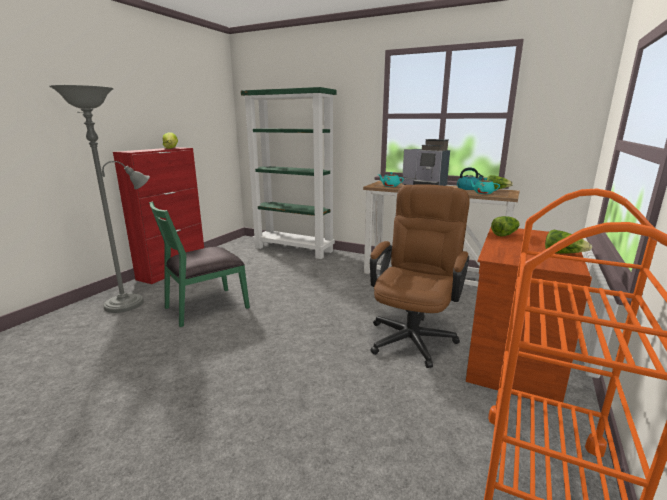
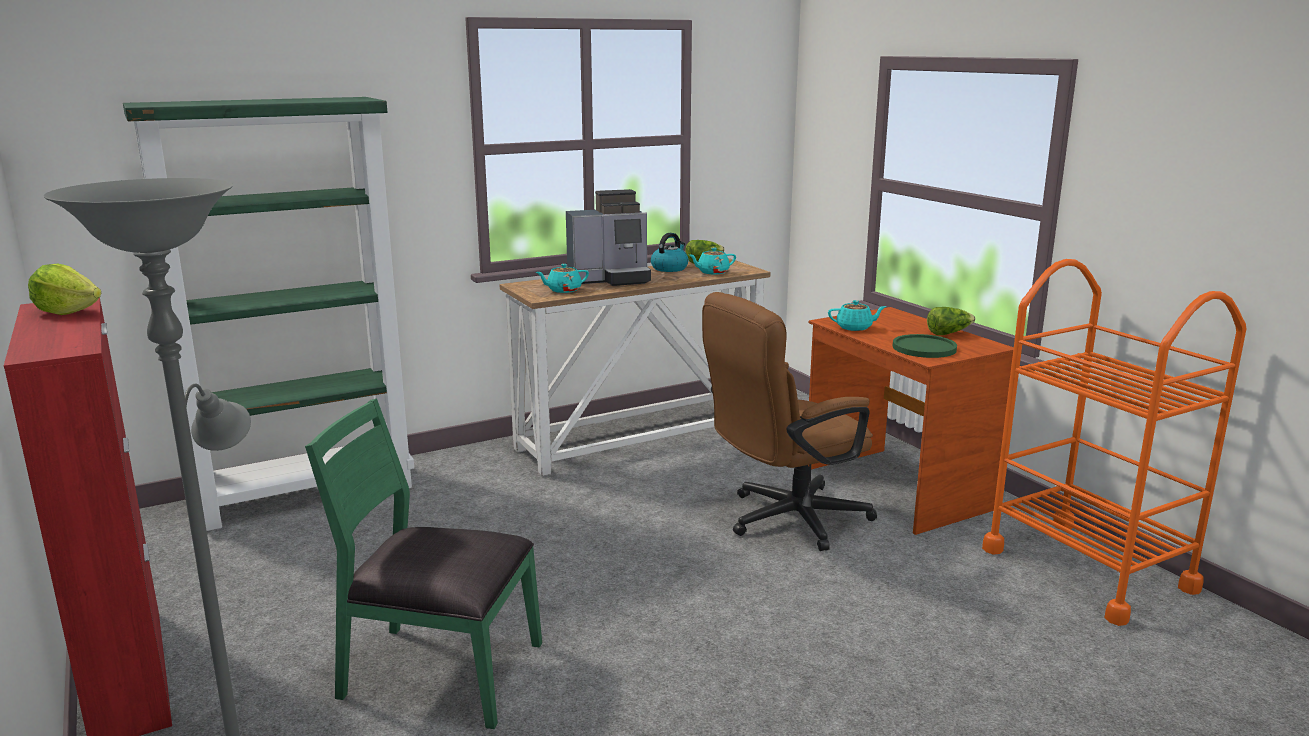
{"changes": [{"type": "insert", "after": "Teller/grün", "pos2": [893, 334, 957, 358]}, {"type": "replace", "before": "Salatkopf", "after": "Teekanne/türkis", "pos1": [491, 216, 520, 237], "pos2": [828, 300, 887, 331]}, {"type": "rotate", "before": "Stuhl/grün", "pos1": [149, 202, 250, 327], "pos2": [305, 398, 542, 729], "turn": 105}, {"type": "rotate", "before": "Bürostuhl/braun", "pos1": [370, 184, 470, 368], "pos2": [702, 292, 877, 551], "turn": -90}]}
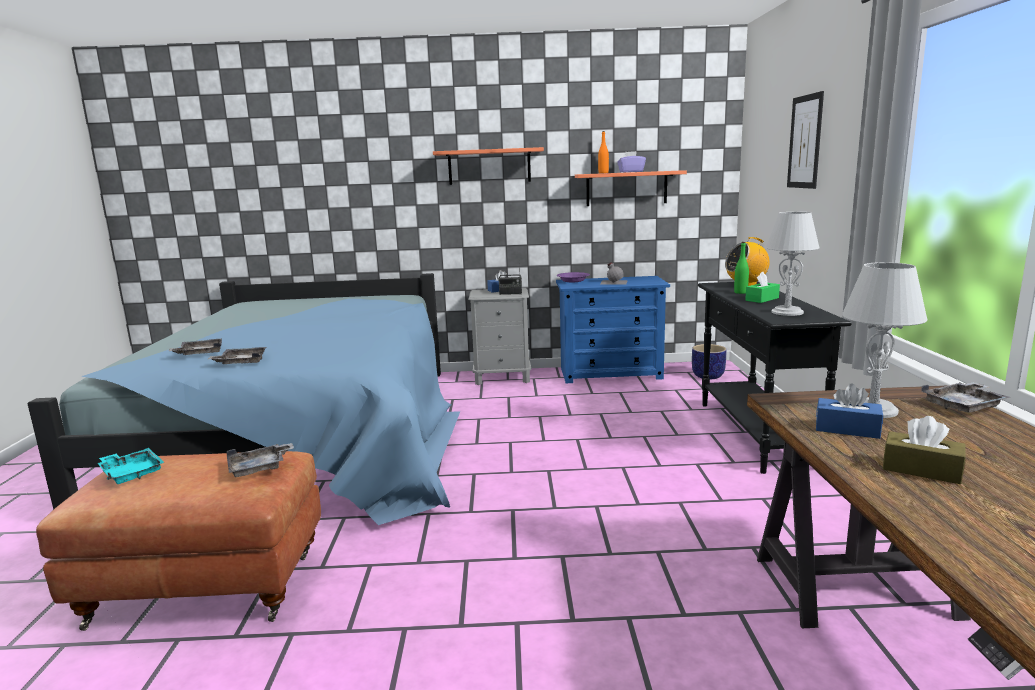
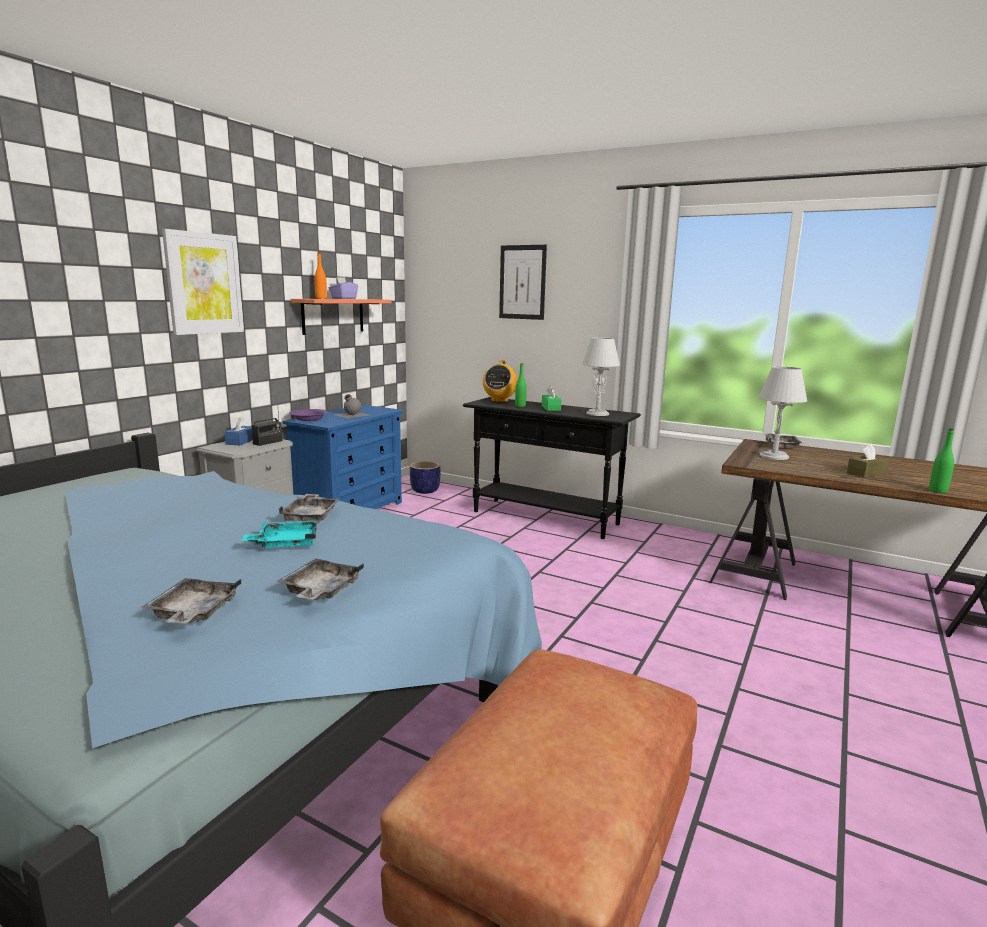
{"changes": [{"type": "delete", "before": "Taschentuchbox/blau", "pos1": [816, 383, 883, 439]}, {"type": "insert", "after": "Flasche/grün", "pos2": [929, 429, 954, 493]}, {"type": "move", "before": "Tablett/türkis", "pos1": [98, 448, 165, 484], "pos2": [242, 520, 317, 548]}, {"type": "move", "before": "Tablett/grau", "pos1": [227, 443, 294, 477], "pos2": [279, 494, 339, 521]}, {"type": "replace", "before": "Wandregal", "after": "Bild", "pos1": [433, 147, 544, 185], "pos2": [162, 229, 244, 335]}]}
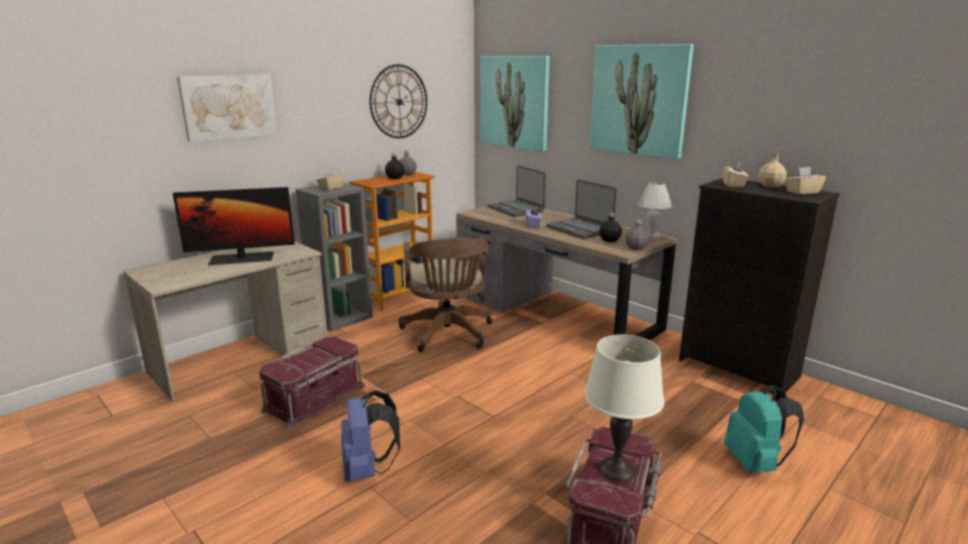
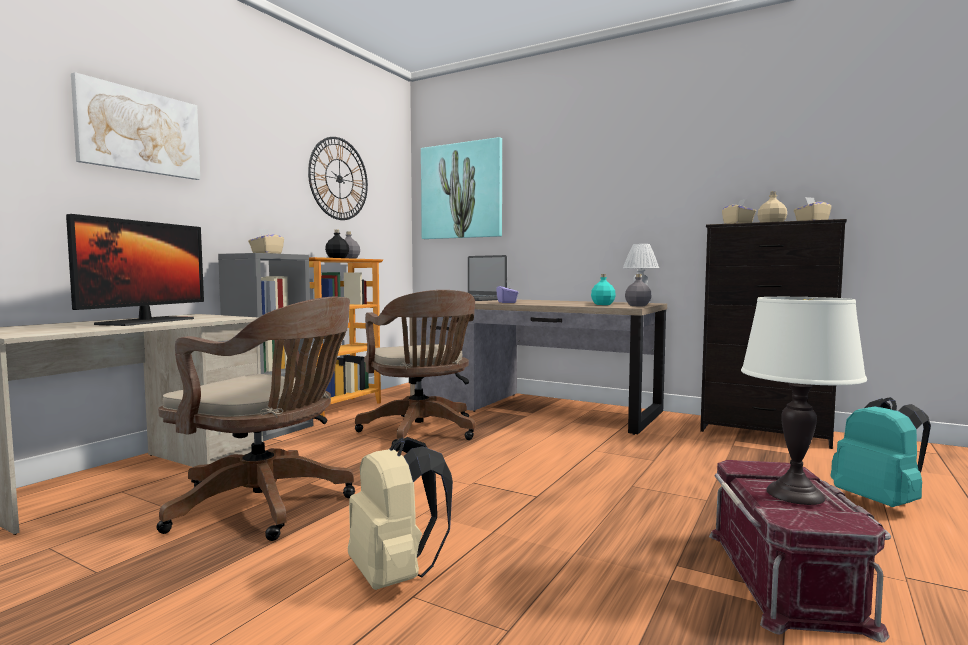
{"changes": [{"type": "delete", "before": "Laptop", "pos1": [546, 179, 617, 239]}, {"type": "delete", "before": "Bild", "pos1": [590, 44, 694, 159]}, {"type": "replace", "before": "Aufbewahrungsbox/rot", "after": "Bürostuhl/braun", "pos1": [259, 337, 365, 428], "pos2": [157, 297, 355, 541]}, {"type": "recolor", "before": "Rucksack/blau", "after": "Rucksack/beige", "pos1": [341, 390, 400, 482], "pos2": [348, 437, 453, 590]}, {"type": "recolor", "before": "Flasche/schwarz", "after": "Flasche/türkis", "pos1": [599, 213, 622, 242], "pos2": [591, 274, 616, 305]}, {"type": "rotate", "before": "Monitor", "pos1": [173, 187, 295, 265], "pos2": [66, 214, 204, 326], "turn": -45}]}
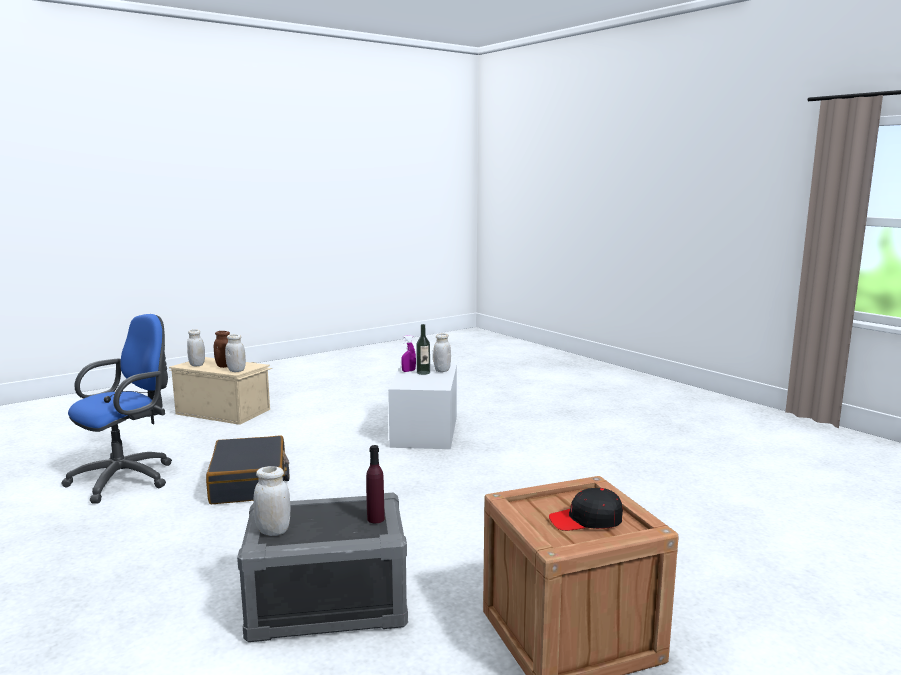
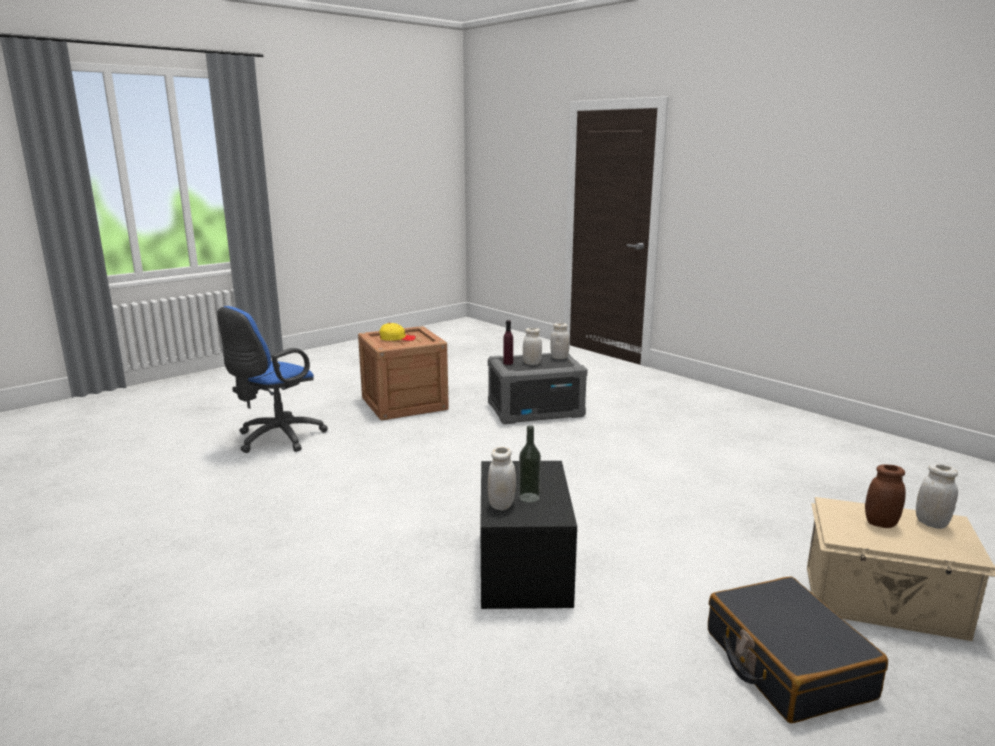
{"changes": [{"type": "delete", "before": "Sprühflasche/lila", "pos1": [401, 335, 416, 372]}, {"type": "move", "before": "Bürostuhl/blau", "pos1": [61, 314, 172, 504], "pos2": [217, 306, 328, 453]}, {"type": "move", "before": "Koffer/schwarz", "pos1": [206, 435, 289, 504], "pos2": [708, 576, 888, 724]}, {"type": "move", "before": "Vorratsglas/weiß", "pos1": [225, 334, 246, 372], "pos2": [523, 328, 542, 365]}, {"type": "recolor", "before": "Aufbewahrungsbox/weiß", "after": "Aufbewahrungsbox/schwarz", "pos1": [388, 364, 457, 449], "pos2": [480, 461, 577, 609]}, {"type": "recolor", "before": "Kappe/schwarz", "after": "Kappe/gelb", "pos1": [549, 488, 623, 531], "pos2": [379, 323, 416, 341]}]}
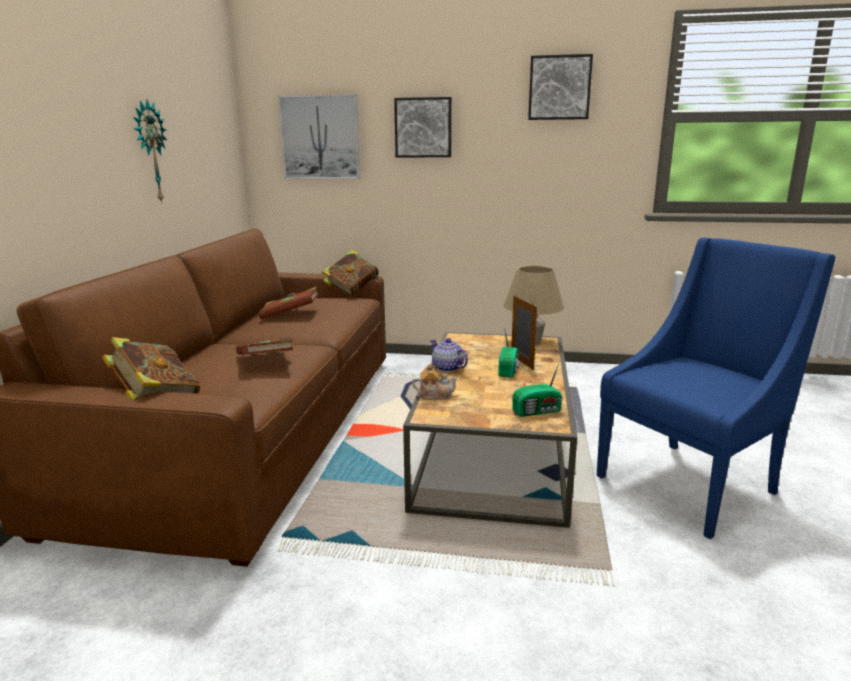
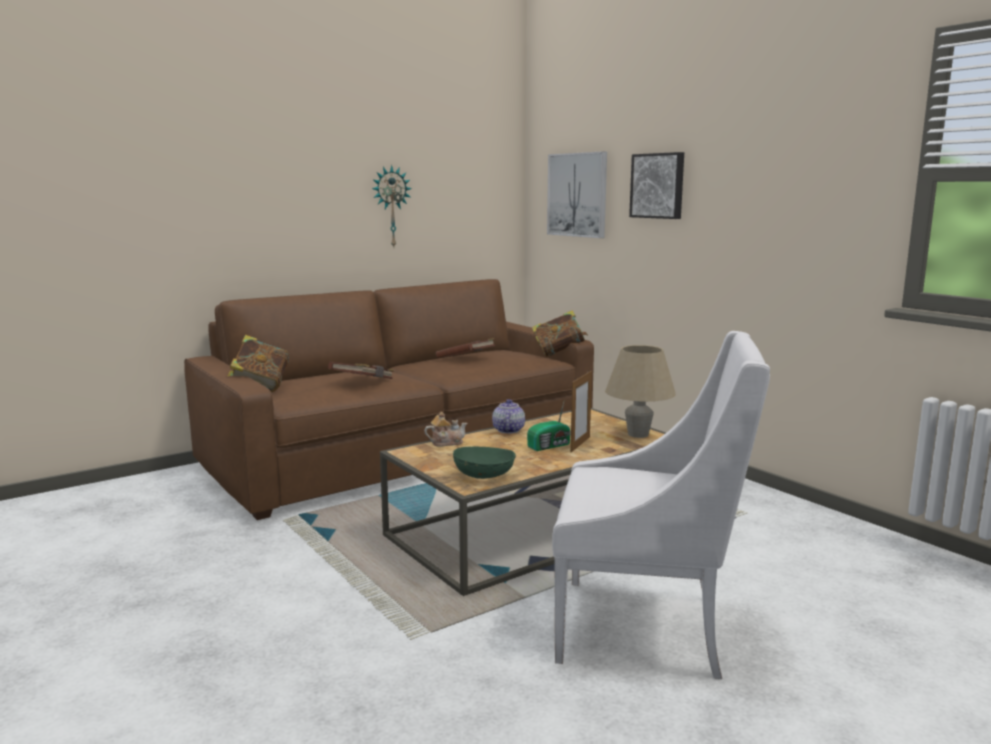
{"changes": [{"type": "delete", "before": "Bild", "pos1": [528, 54, 593, 120]}, {"type": "replace", "before": "Radio", "after": "Schüssel/grün", "pos1": [512, 363, 563, 417], "pos2": [453, 446, 516, 479]}, {"type": "recolor", "before": "Sessel/blau", "after": "Sessel/weiß", "pos1": [597, 238, 835, 539], "pos2": [552, 331, 770, 679]}, {"type": "rotate", "before": "Teekanne", "pos1": [412, 364, 458, 400], "pos2": [424, 412, 467, 447], "turn": -60}]}
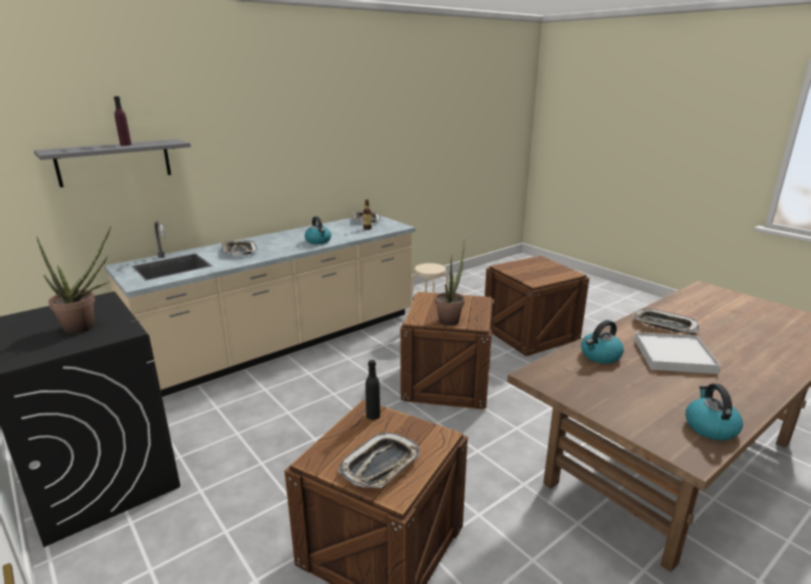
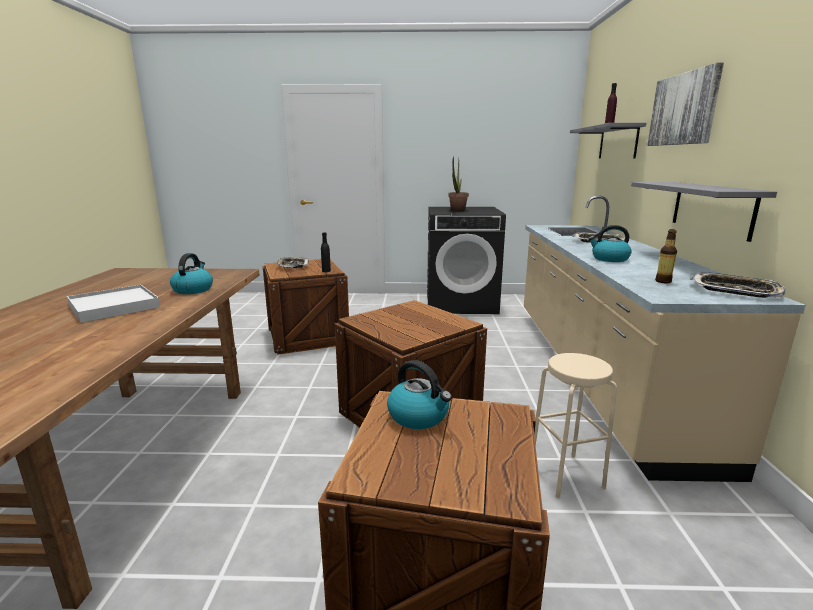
{"changes": [{"type": "delete", "before": "Topfpflanze", "pos1": [435, 241, 465, 326]}, {"type": "delete", "before": "Tablett", "pos1": [633, 309, 699, 333]}, {"type": "insert", "after": "Wandregal/grau", "pos2": [631, 182, 777, 242]}, {"type": "insert", "after": "Bild", "pos2": [647, 62, 724, 146]}, {"type": "move", "before": "Wasserkessel", "pos1": [686, 384, 743, 441], "pos2": [387, 360, 452, 429]}]}
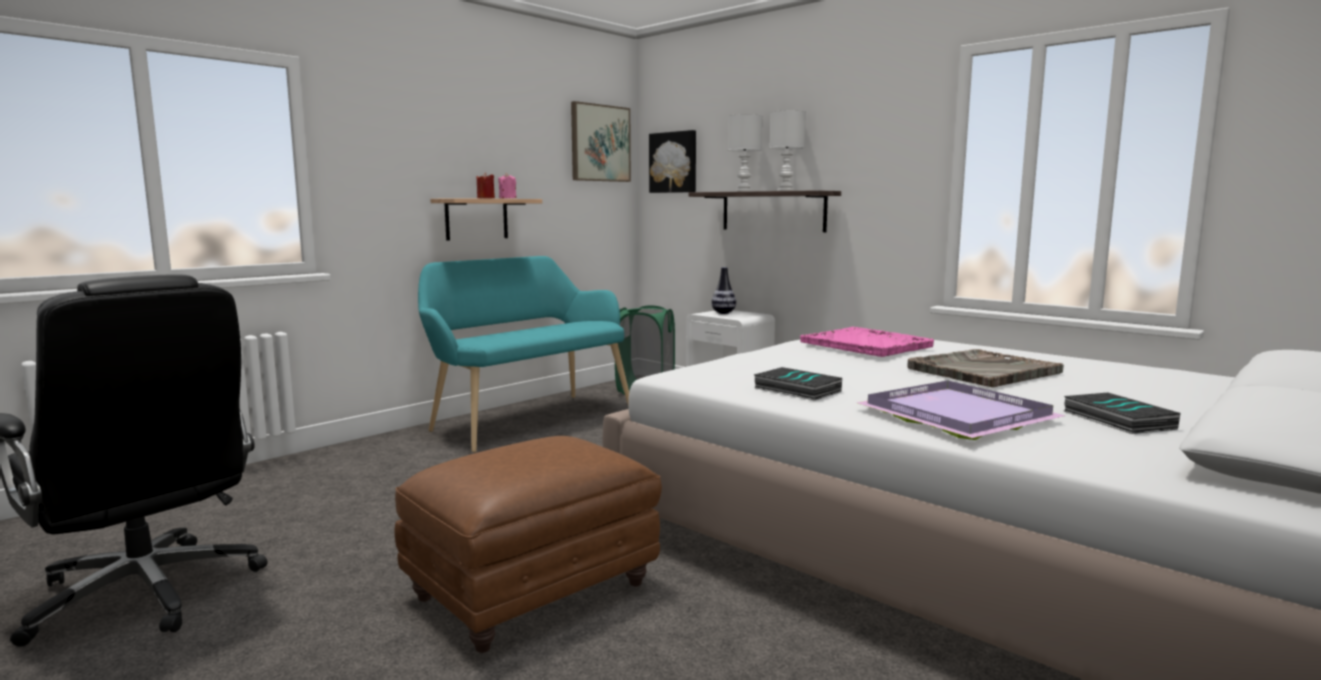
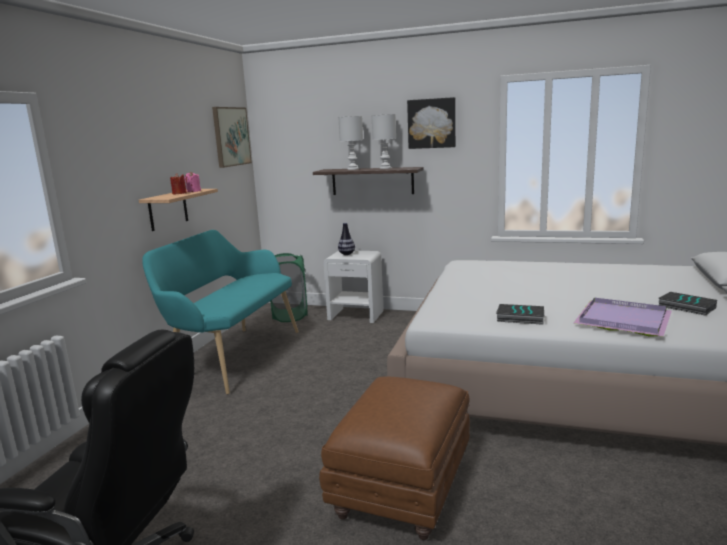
{"changes": [{"type": "delete", "before": "Tablett/rosa", "pos1": [800, 327, 934, 357]}, {"type": "delete", "before": "Tablett/grau", "pos1": [907, 349, 1064, 388]}, {"type": "move", "before": "Bild", "pos1": [649, 130, 696, 193], "pos2": [407, 97, 456, 149]}]}
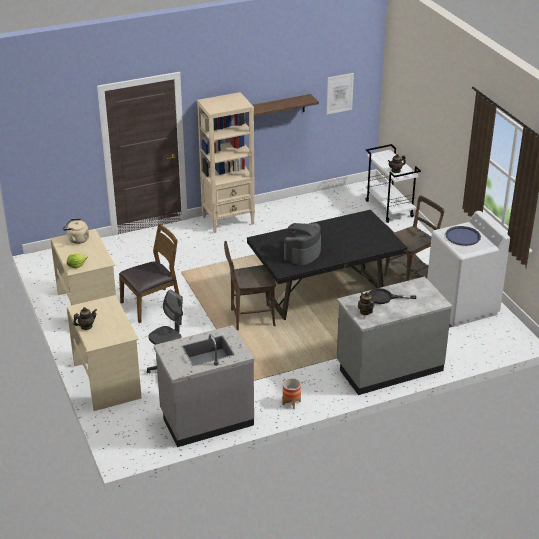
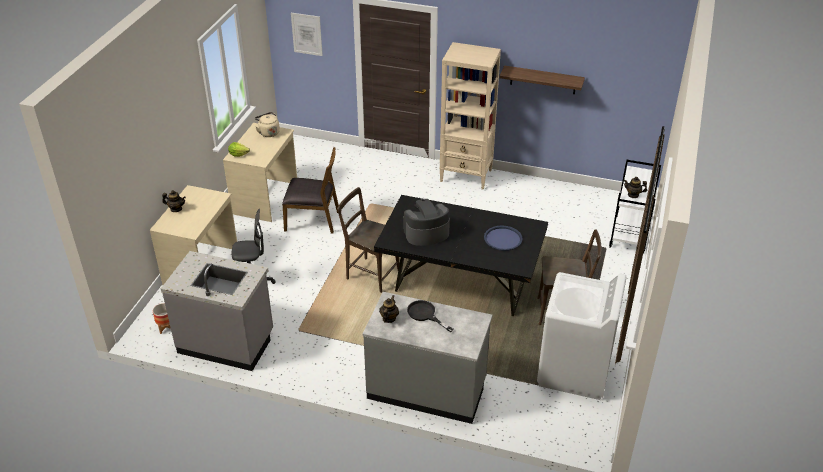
{"changes": [{"type": "move", "before": "Pflanzkübel", "pos1": [282, 378, 301, 409], "pos2": [153, 303, 171, 334]}, {"type": "move", "before": "Bild", "pos1": [326, 73, 354, 114], "pos2": [291, 13, 323, 56]}, {"type": "move", "before": "Tablett/blau", "pos1": [445, 226, 481, 246], "pos2": [484, 225, 523, 251]}]}
